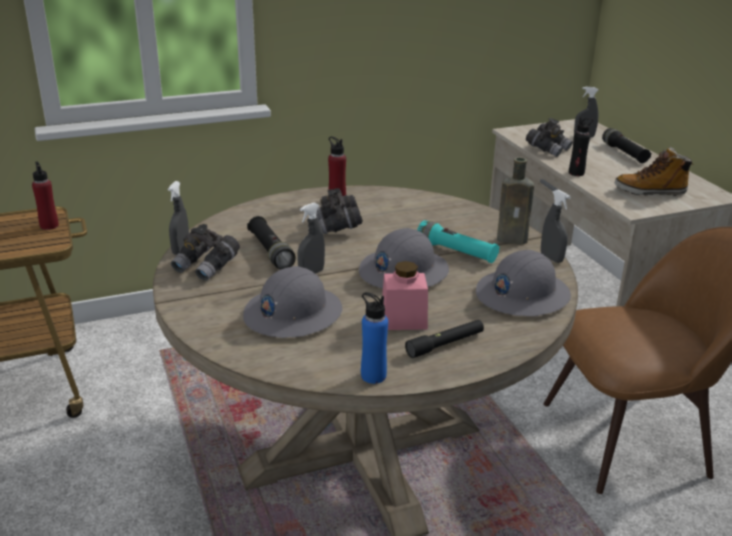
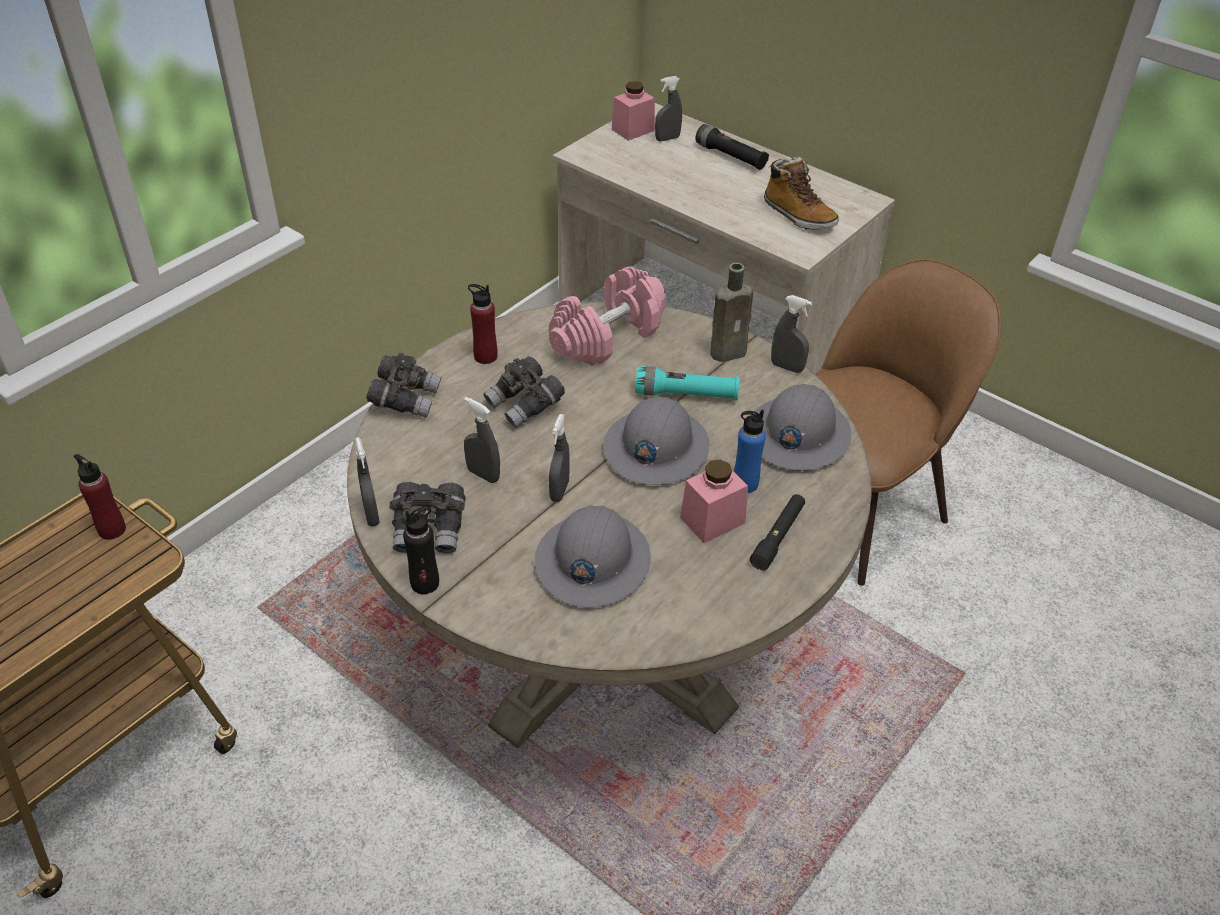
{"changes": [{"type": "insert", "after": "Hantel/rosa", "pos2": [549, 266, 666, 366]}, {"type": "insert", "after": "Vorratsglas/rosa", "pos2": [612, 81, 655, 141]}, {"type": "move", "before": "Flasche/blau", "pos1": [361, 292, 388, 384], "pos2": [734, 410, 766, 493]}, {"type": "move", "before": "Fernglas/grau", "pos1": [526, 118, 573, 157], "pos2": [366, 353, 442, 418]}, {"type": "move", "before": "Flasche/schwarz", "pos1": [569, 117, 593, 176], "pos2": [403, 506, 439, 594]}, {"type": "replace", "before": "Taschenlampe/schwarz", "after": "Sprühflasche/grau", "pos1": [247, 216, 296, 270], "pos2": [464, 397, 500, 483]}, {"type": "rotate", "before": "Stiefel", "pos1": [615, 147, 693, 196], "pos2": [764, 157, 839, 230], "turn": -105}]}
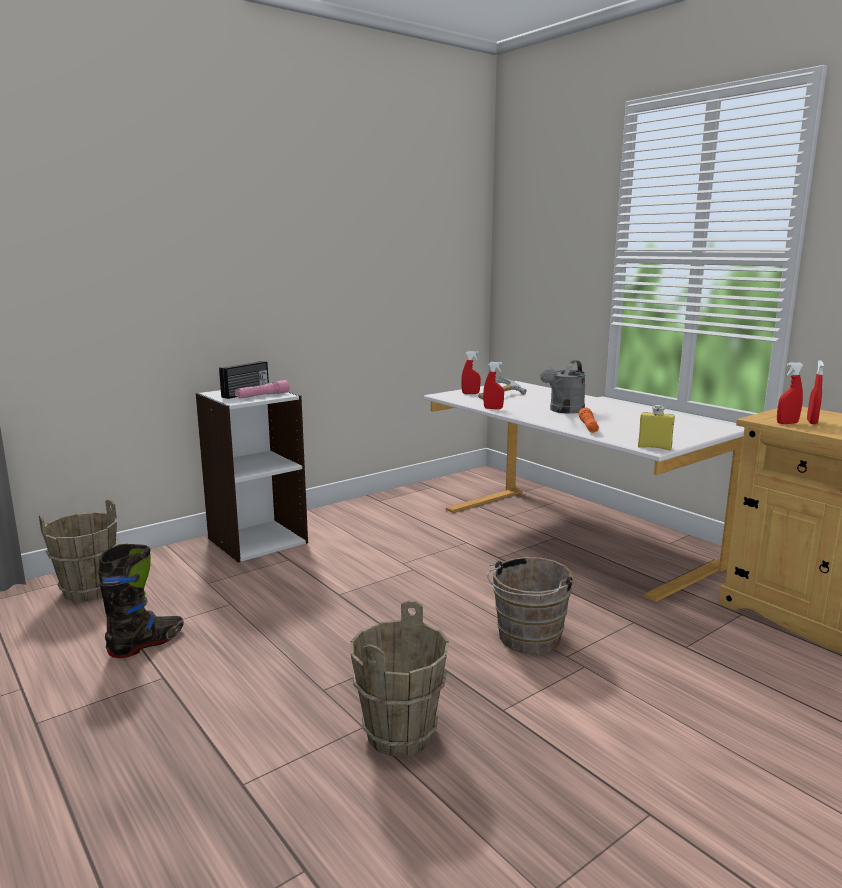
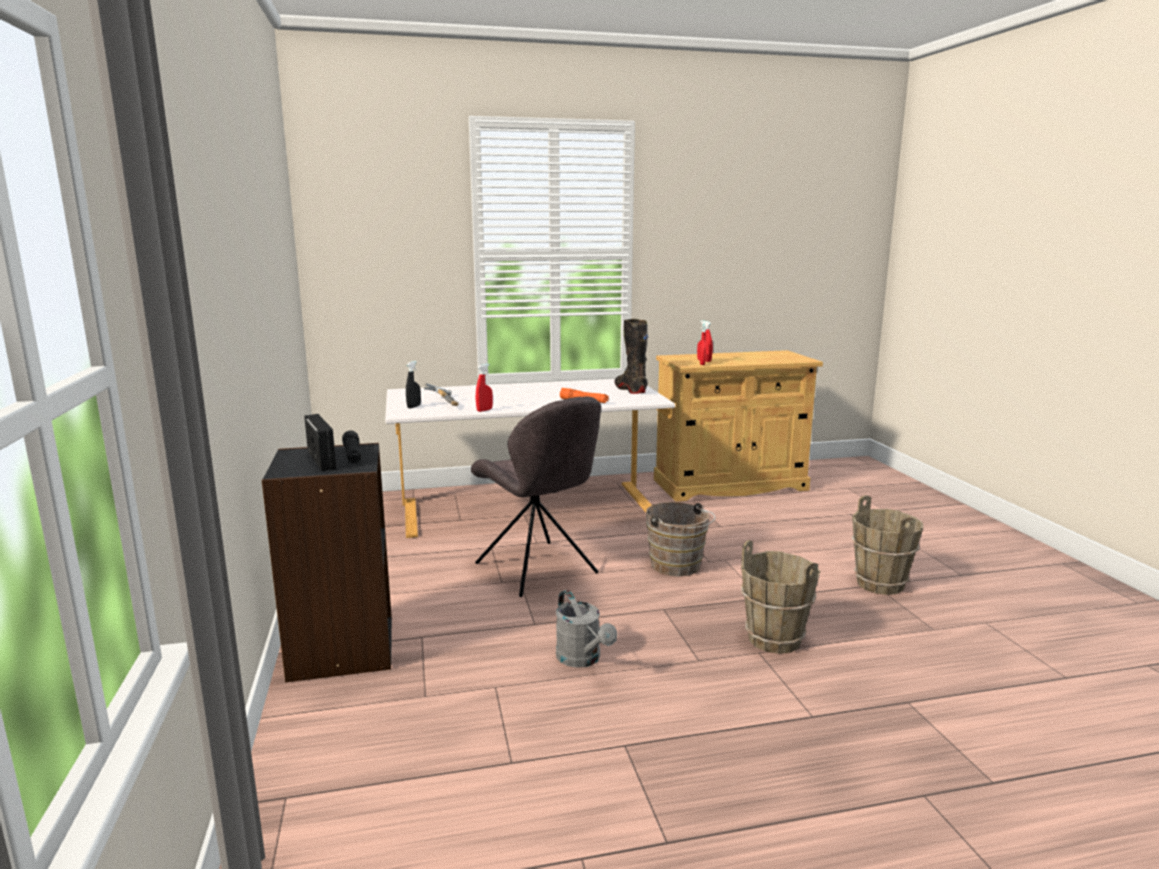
{"changes": [{"type": "delete", "before": "Flasche/gelb", "pos1": [638, 405, 675, 450]}, {"type": "insert", "after": "Stuhl/grau", "pos2": [471, 397, 601, 597]}, {"type": "move", "before": "Eimer/braun", "pos1": [39, 499, 118, 602], "pos2": [851, 495, 923, 595]}, {"type": "move", "before": "Stiefel/schwarz", "pos1": [99, 544, 184, 658], "pos2": [614, 319, 648, 394]}, {"type": "move", "before": "Gießkanne/grau", "pos1": [540, 360, 586, 414], "pos2": [556, 590, 617, 668]}, {"type": "recolor", "before": "Bücherregal/weiß", "after": "Bücherregal/schwarz", "pos1": [196, 390, 308, 563], "pos2": [262, 443, 392, 682]}, {"type": "recolor", "before": "Taschenlampe/rosa", "after": "Taschenlampe/schwarz", "pos1": [235, 380, 290, 399], "pos2": [342, 430, 361, 463]}, {"type": "recolor", "before": "Sprühflasche/rot", "after": "Sprühflasche/schwarz", "pos1": [461, 351, 481, 394], "pos2": [406, 361, 421, 408]}]}
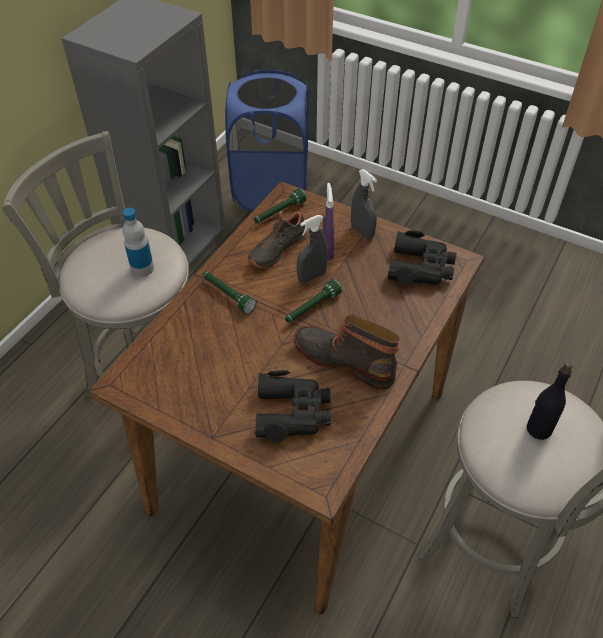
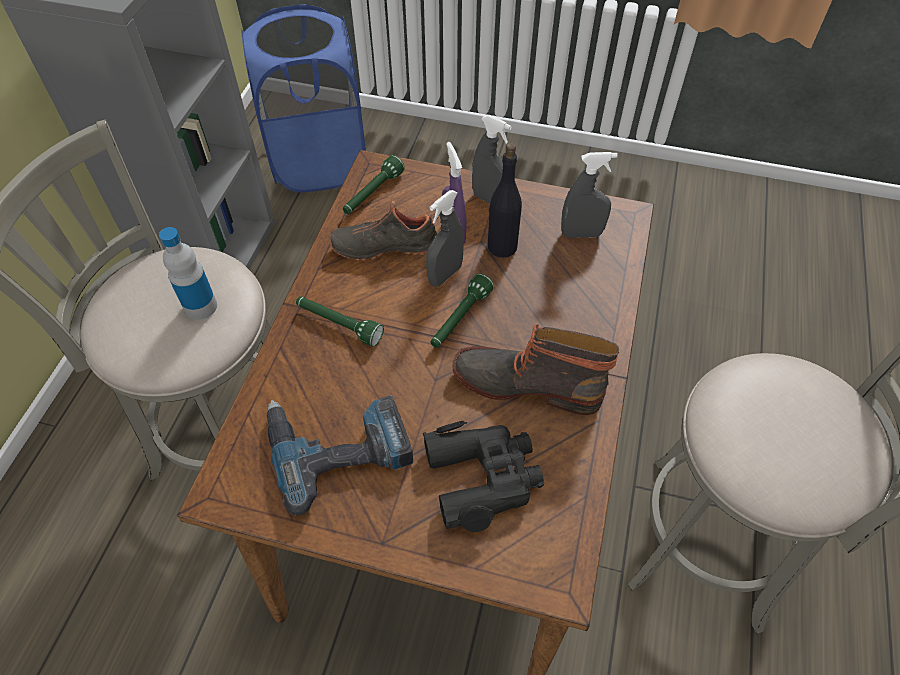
{"changes": [{"type": "insert", "after": "Bohrmaschine", "pos2": [267, 395, 413, 515]}, {"type": "move", "before": "Flasche/schwarz", "pos1": [527, 362, 573, 440], "pos2": [488, 143, 522, 258]}, {"type": "replace", "before": "Fernglas/schwarz", "after": "Sprühflasche/grau", "pos1": [388, 230, 457, 285], "pos2": [561, 152, 618, 238]}, {"type": "rotate", "before": "Schuh/schwarz", "pos1": [248, 208, 307, 268], "pos2": [329, 201, 438, 261], "turn": 60}]}
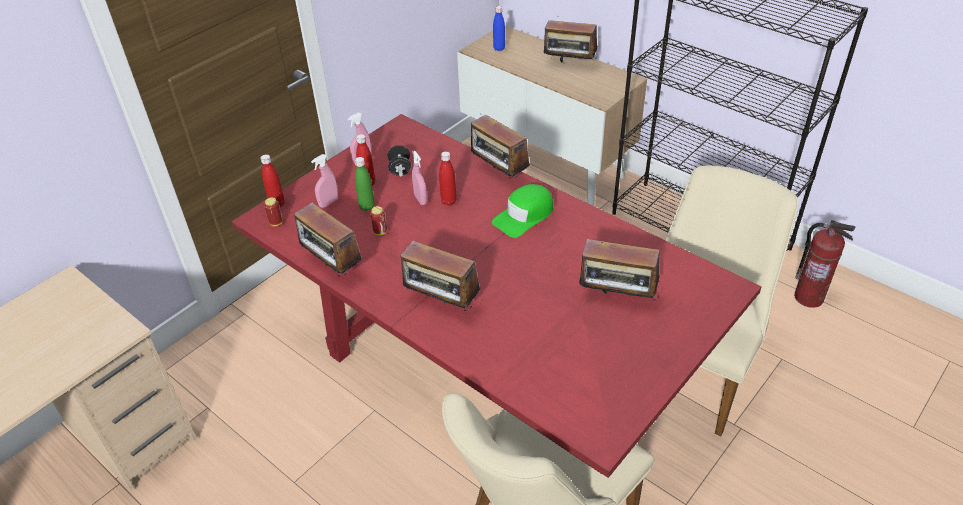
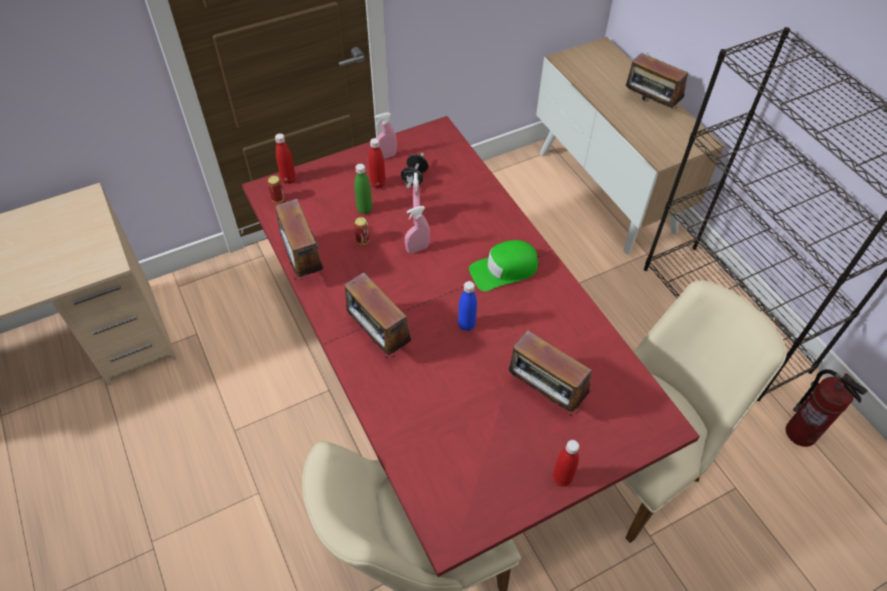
{"changes": [{"type": "delete", "before": "Radio", "pos1": [471, 114, 530, 178]}, {"type": "move", "before": "Sprühflasche/rosa", "pos1": [311, 154, 338, 208], "pos2": [405, 206, 430, 254]}, {"type": "move", "before": "Flasche/rot", "pos1": [439, 151, 457, 206], "pos2": [553, 440, 579, 486]}, {"type": "move", "before": "Flasche/blau", "pos1": [493, 6, 505, 51], "pos2": [458, 281, 477, 331]}]}
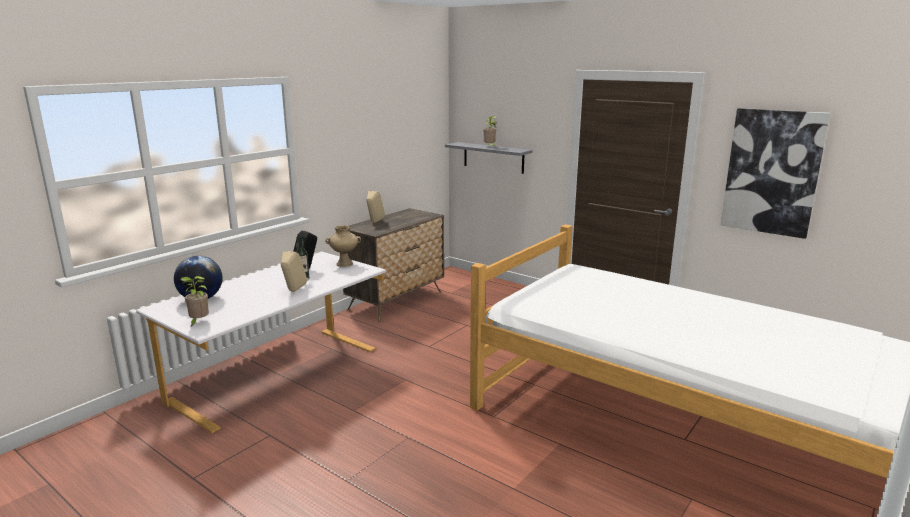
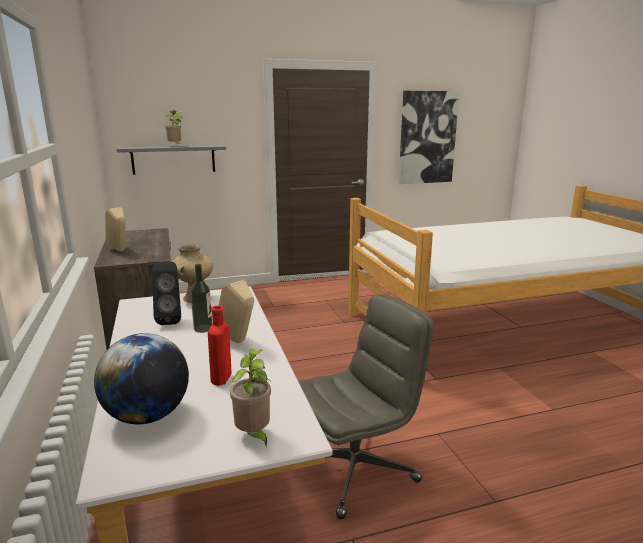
{"changes": [{"type": "insert", "after": "Flasche/rot", "pos2": [208, 306, 231, 386]}, {"type": "insert", "after": "Bürostuhl/grau", "pos2": [298, 294, 433, 519]}]}
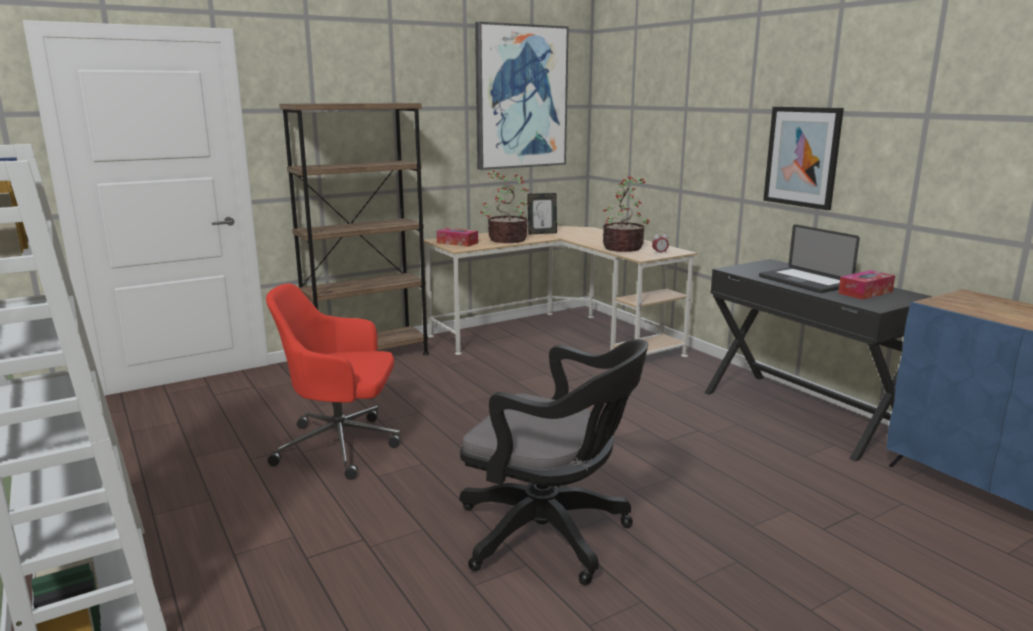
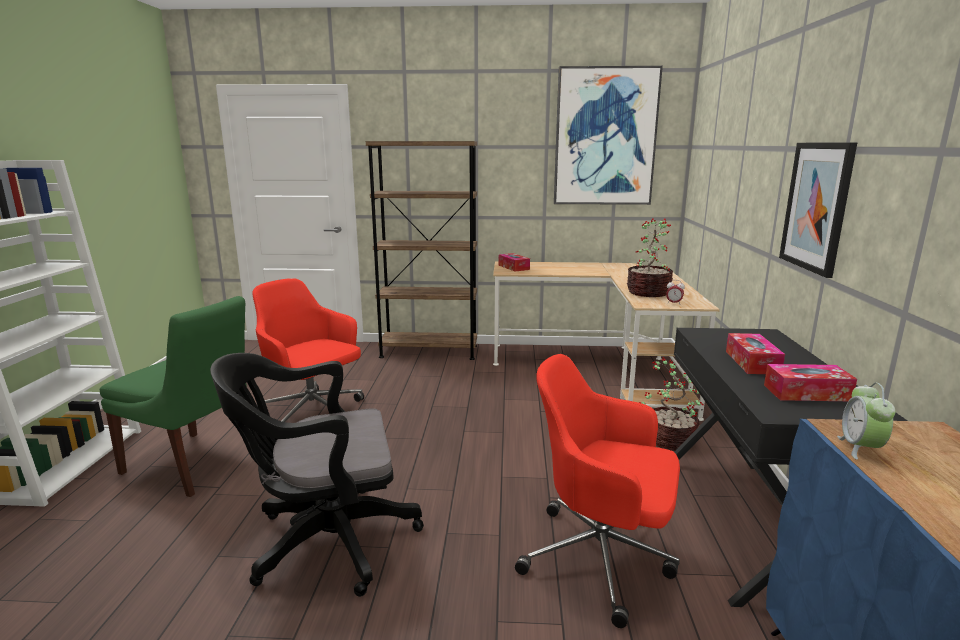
{"changes": [{"type": "delete", "before": "Bilderrahmen", "pos1": [527, 193, 557, 234]}, {"type": "insert", "after": "Stuhl/grün", "pos2": [100, 296, 247, 497]}, {"type": "insert", "after": "Bürostuhl/rot", "pos2": [515, 354, 680, 628]}, {"type": "insert", "after": "Wecker", "pos2": [837, 383, 895, 460]}, {"type": "move", "before": "Topfpflanze", "pos1": [480, 170, 530, 243], "pos2": [639, 357, 704, 451]}, {"type": "replace", "before": "Laptop", "after": "Taschentuchbox", "pos1": [759, 224, 860, 293], "pos2": [726, 333, 785, 374]}, {"type": "rotate", "before": "Bürostuhl/schwarz", "pos1": [460, 339, 648, 585], "pos2": [210, 353, 424, 597], "turn": 105}]}
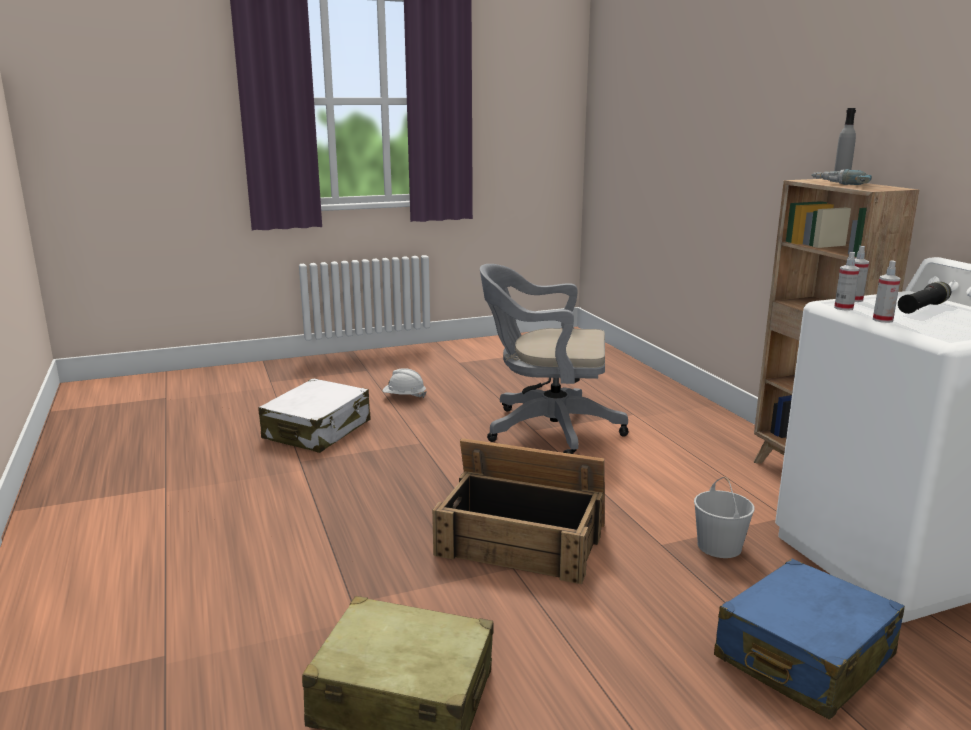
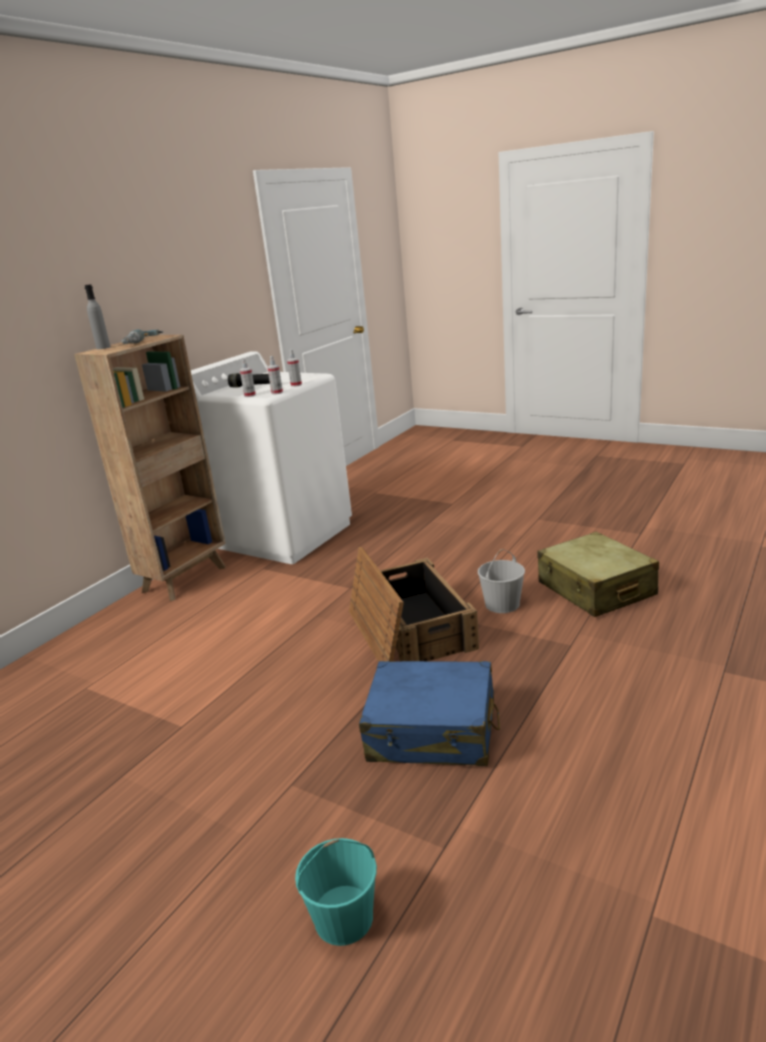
{"changes": [{"type": "delete", "before": "Schutzhelm/weiß", "pos1": [383, 368, 427, 398]}, {"type": "delete", "before": "Bürostuhl/grau", "pos1": [480, 264, 629, 454]}, {"type": "move", "before": "Eimer/weiß", "pos1": [694, 477, 755, 558], "pos2": [478, 549, 525, 613]}, {"type": "move", "before": "Koffer/blau", "pos1": [714, 559, 905, 720], "pos2": [359, 661, 500, 766]}, {"type": "replace", "before": "Koffer/weiß", "after": "Eimer/türkis", "pos1": [258, 378, 370, 453], "pos2": [295, 838, 377, 946]}]}
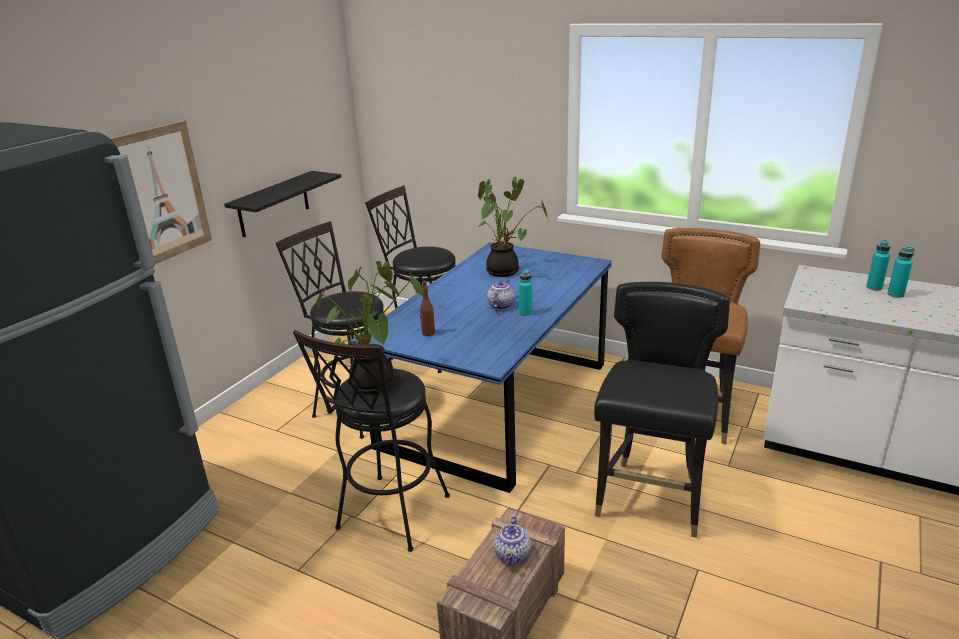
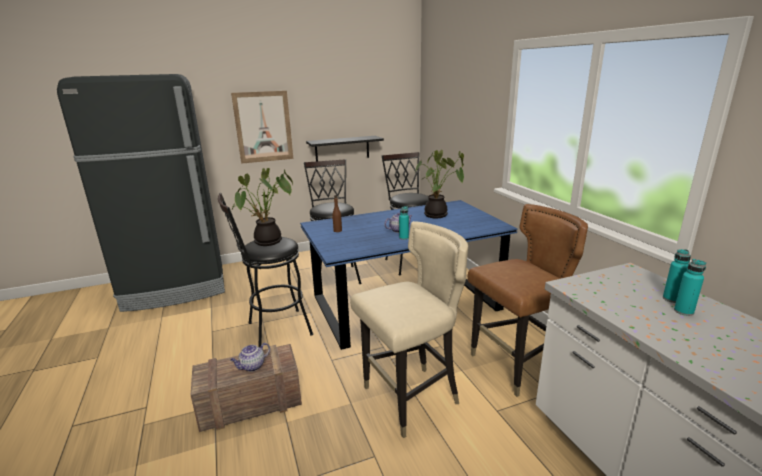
{"changes": [{"type": "recolor", "before": "Stuhl/schwarz", "after": "Stuhl/beige", "pos1": [594, 282, 730, 538], "pos2": [350, 221, 468, 438]}]}
